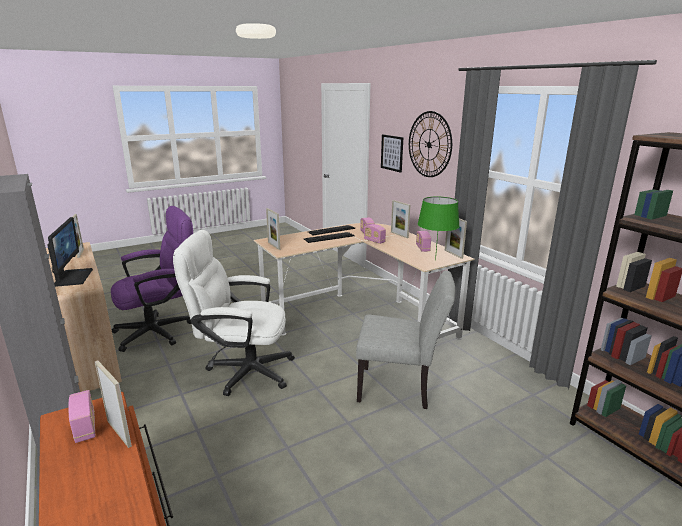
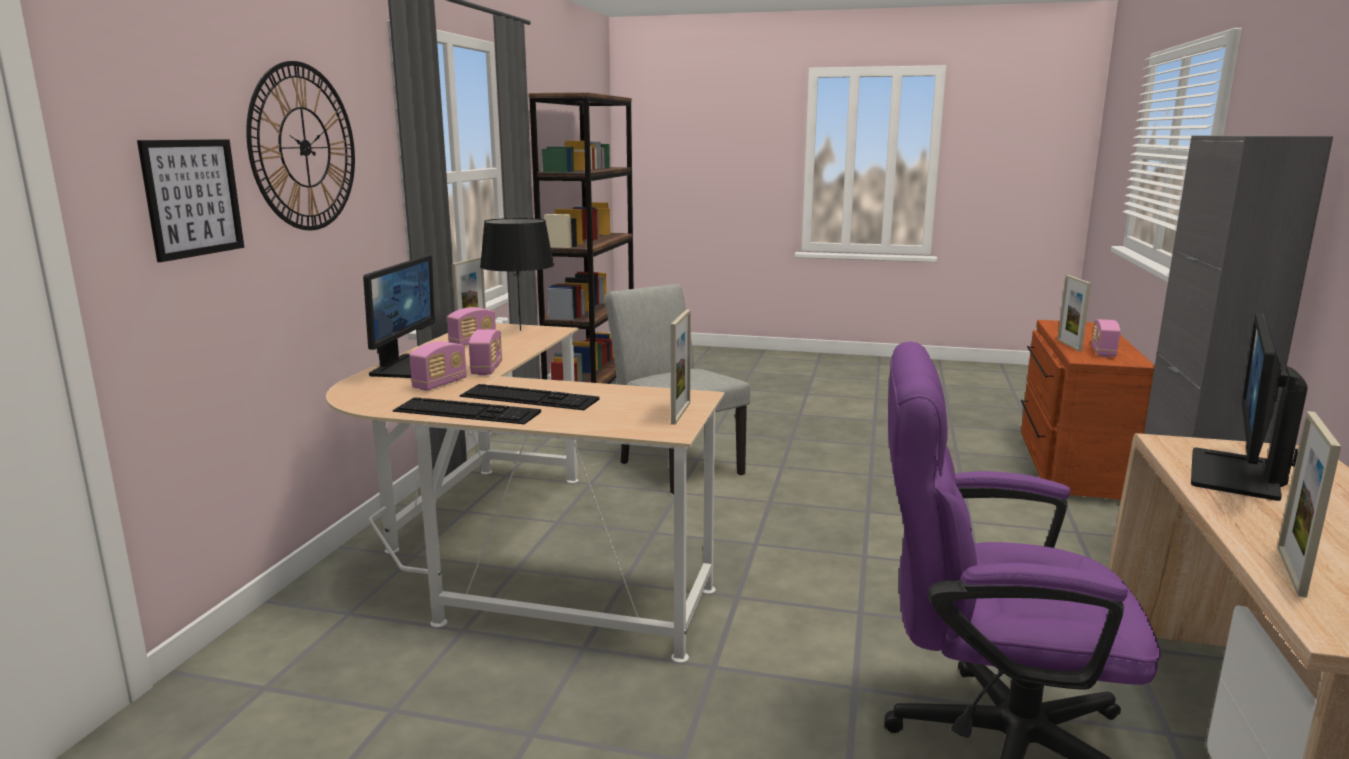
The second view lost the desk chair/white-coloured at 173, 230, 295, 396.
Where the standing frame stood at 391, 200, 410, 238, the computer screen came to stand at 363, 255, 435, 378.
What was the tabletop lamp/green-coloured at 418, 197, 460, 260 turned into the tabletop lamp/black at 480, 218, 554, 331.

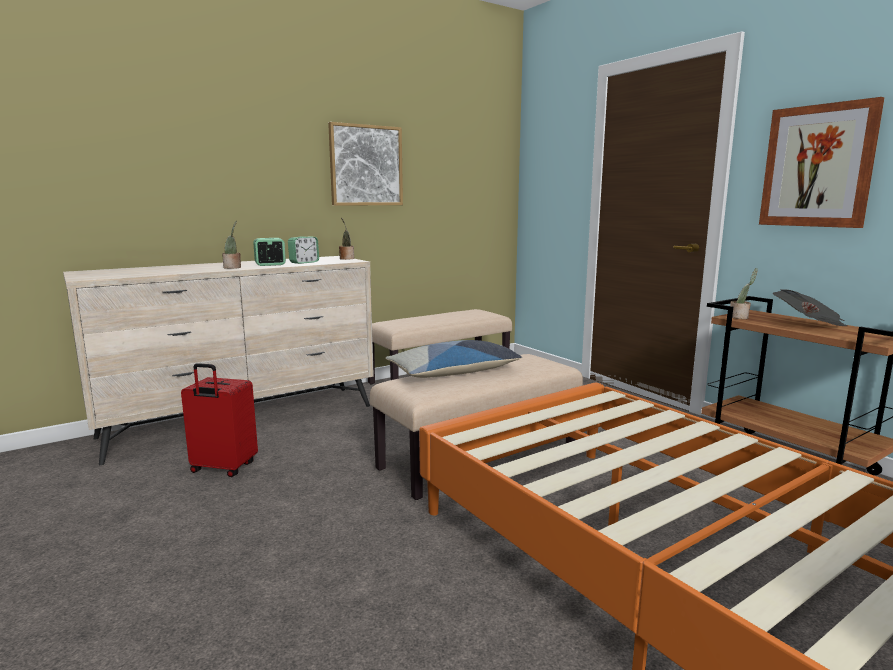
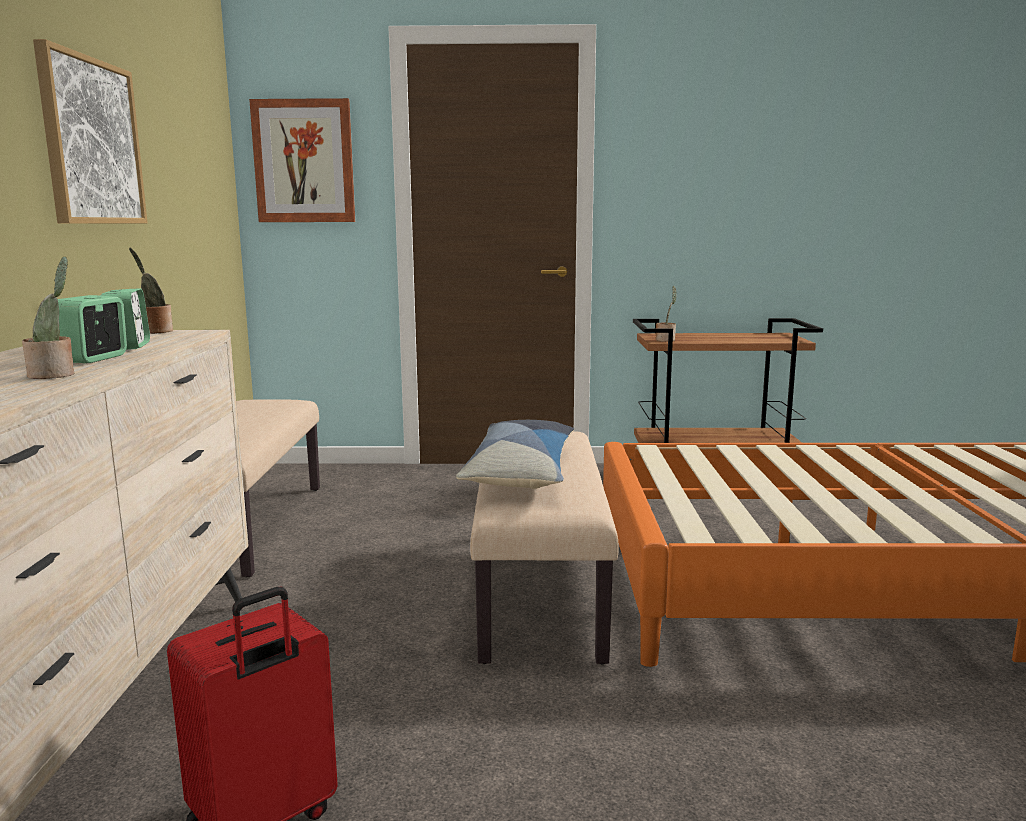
The wall picture ended up elsewhere, having gone from 759, 97, 885, 228 to 249, 98, 355, 222.
The second view lost the printed paper at 773, 289, 847, 326.

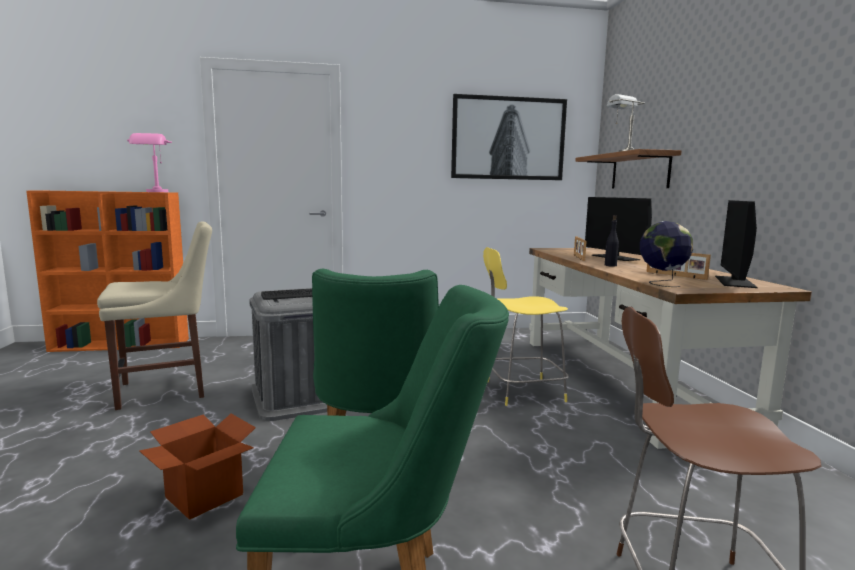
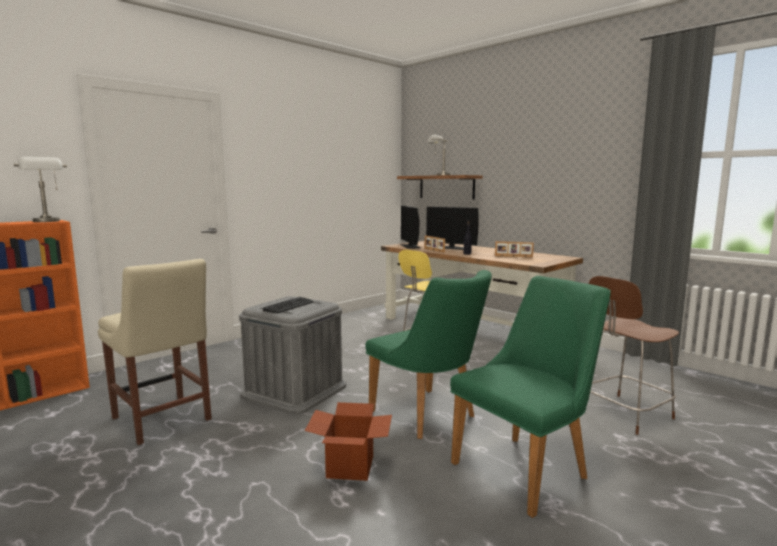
The chair/beige-coloured at 97, 221, 212, 410 ended up facing another way, 105 degrees clockwise from before.
What was the tabletop lamp/pink at 127, 133, 172, 192 turned into the tabletop lamp/greyish at 14, 157, 67, 222.
The second view lost the wall picture at 451, 94, 567, 180.
The second view lost the globe at 640, 221, 693, 287.
The computer screen ended up elsewhere, having gone from 715, 200, 757, 288 to 400, 206, 421, 249.

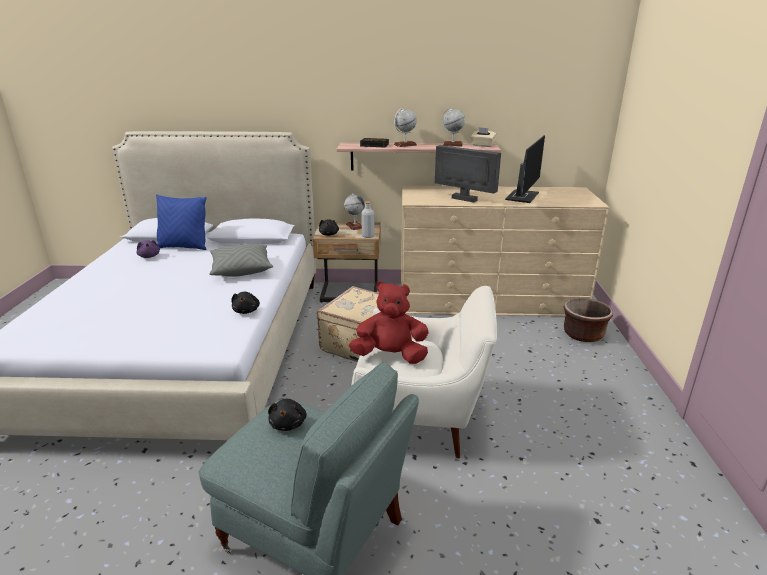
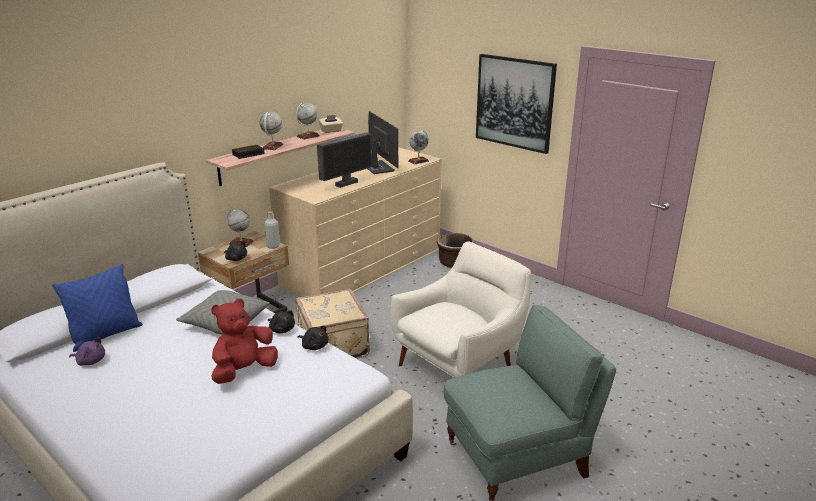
The cuddly toy/black ended up elsewhere, having gone from 268, 399, 307, 431 to 268, 310, 295, 333.
The cuddly toy/reddish ended up elsewhere, having gone from 349, 281, 429, 364 to 211, 298, 278, 384.
The computer screen at 435, 145, 501, 203 ended up facing another way, 150 degrees clockwise from before.
The second view gained the globe at 408, 130, 429, 164.
The second view gained the wall picture at 476, 54, 557, 154.

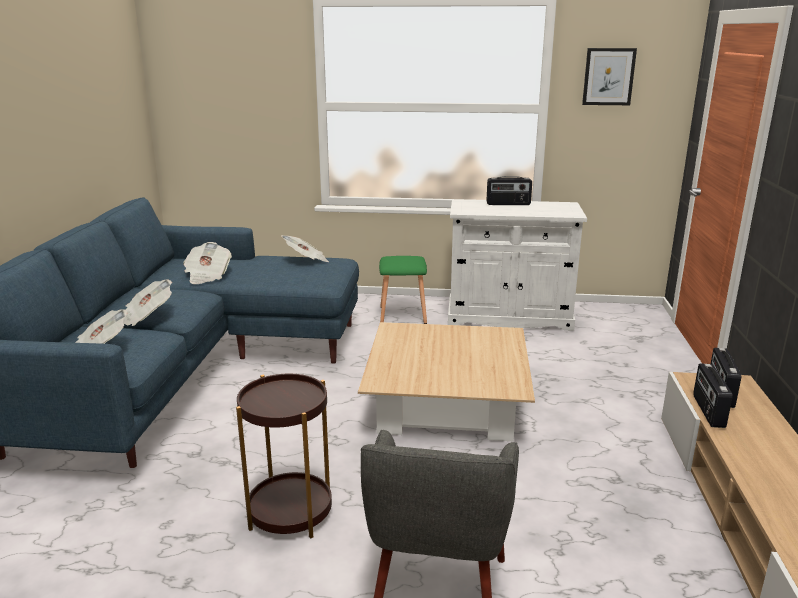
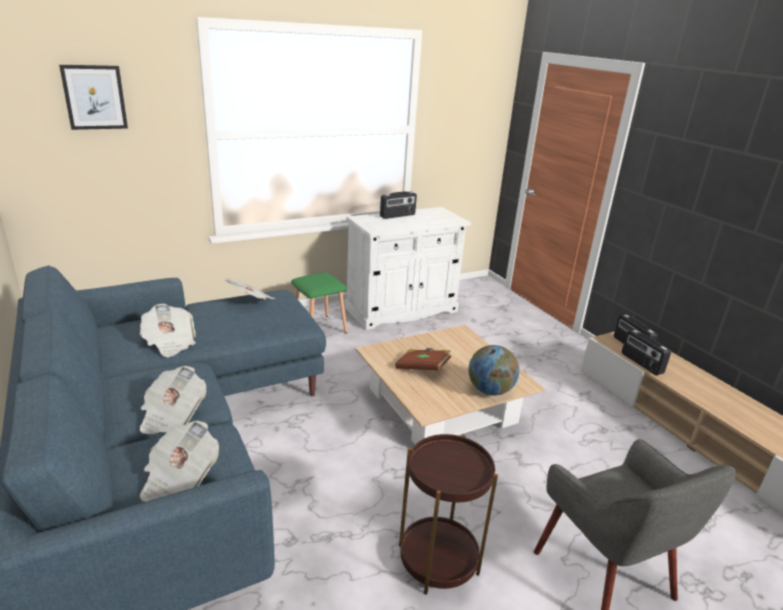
The wall picture ended up elsewhere, having gone from 582, 48, 637, 105 to 59, 65, 128, 130.
The second view gained the bound book/brown at 395, 348, 451, 370.
The second view gained the globe at 468, 345, 519, 396.

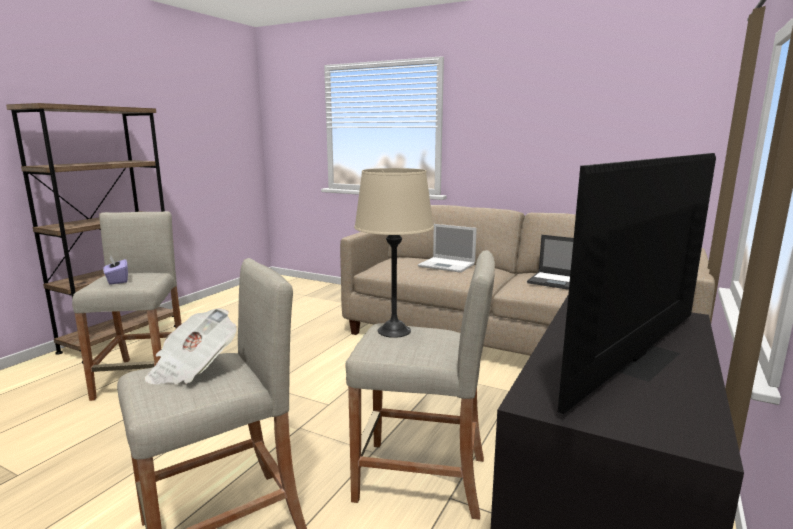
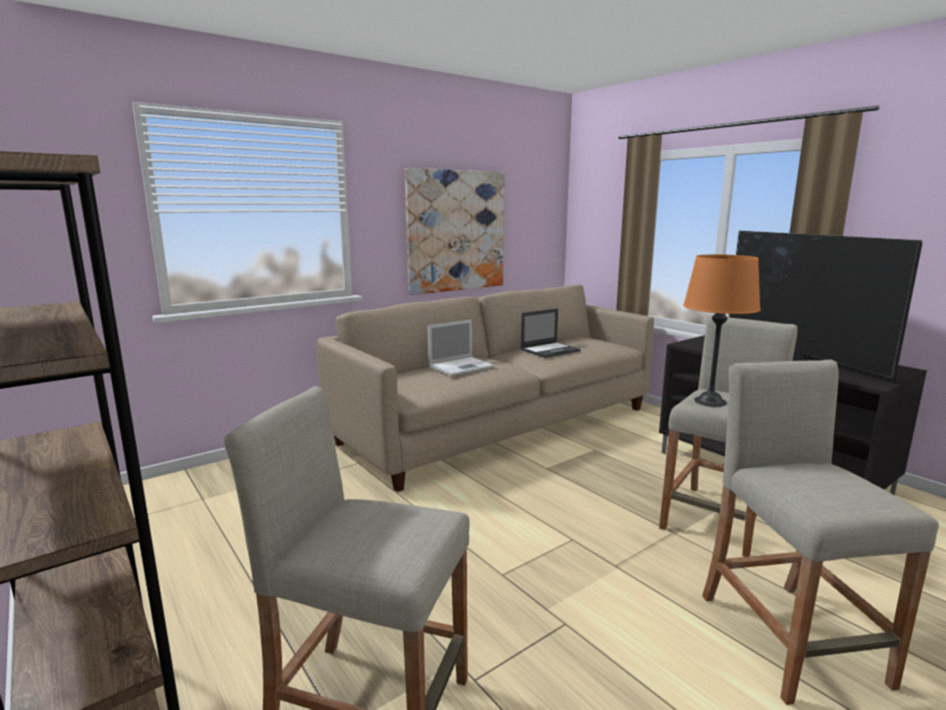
The second view lost the tissue box/purple at 103, 256, 128, 285.
The second view lost the printed paper at 145, 308, 237, 384.
What was the tabletop lamp/beige-coloured at 354, 168, 434, 338 turned into the tabletop lamp/orange at 683, 254, 761, 407.
The second view gained the wall picture at 405, 168, 505, 295.

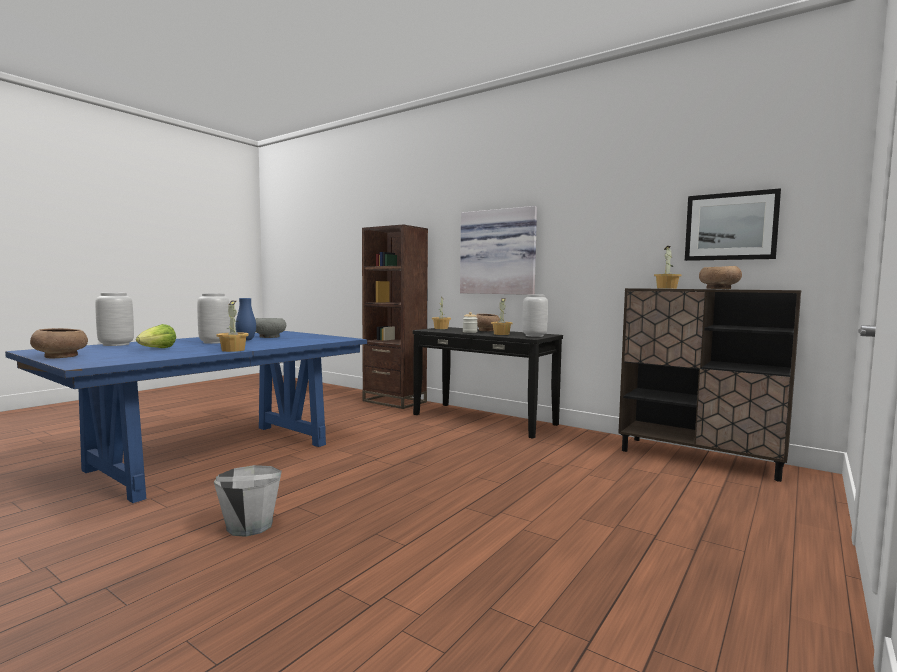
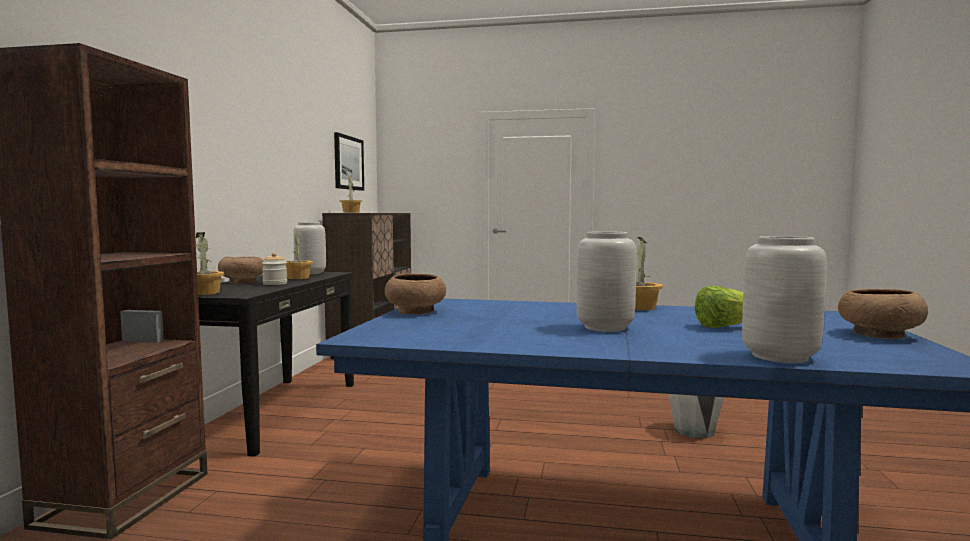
The second view lost the flower vase/blue-coloured at 235, 298, 256, 341.
The second view lost the bowl/greyish at 255, 318, 286, 338.
The second view lost the wall picture at 460, 206, 537, 295.
The bowl/brown ended up elsewhere, having gone from 699, 266, 742, 289 to 385, 274, 446, 315.

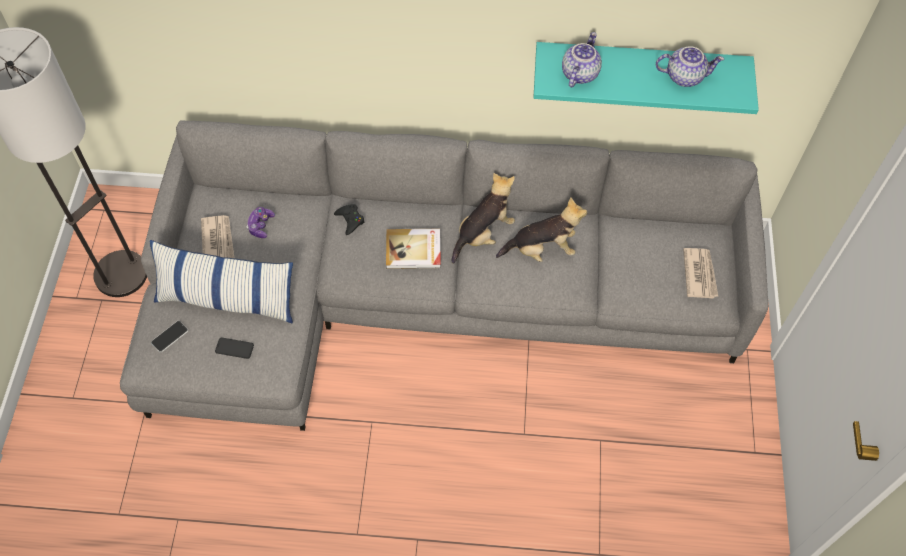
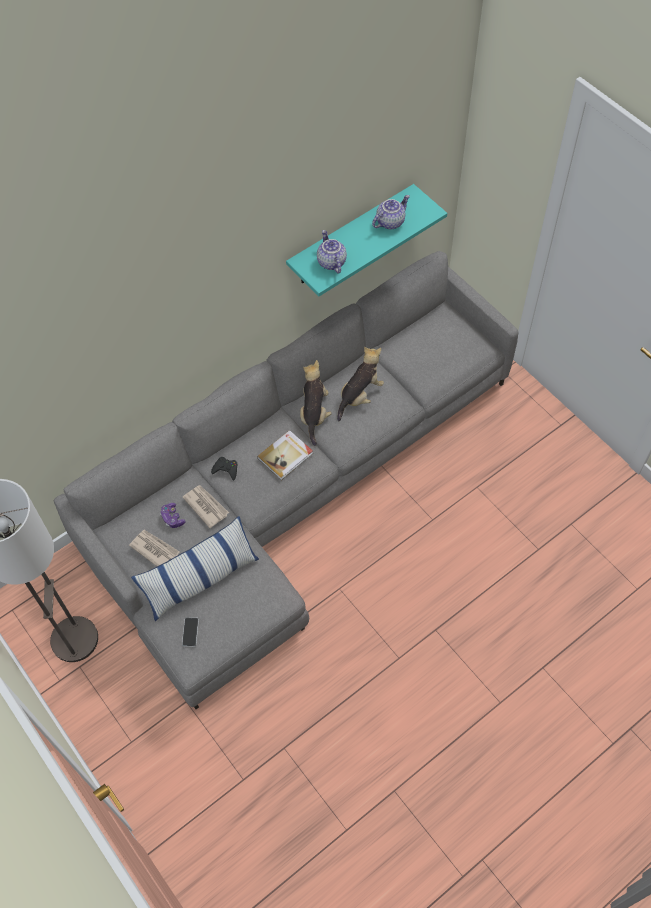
The second view lost the handset at 215, 337, 254, 359.
The printed paper ended up elsewhere, having gone from 683, 248, 718, 299 to 182, 485, 229, 528.

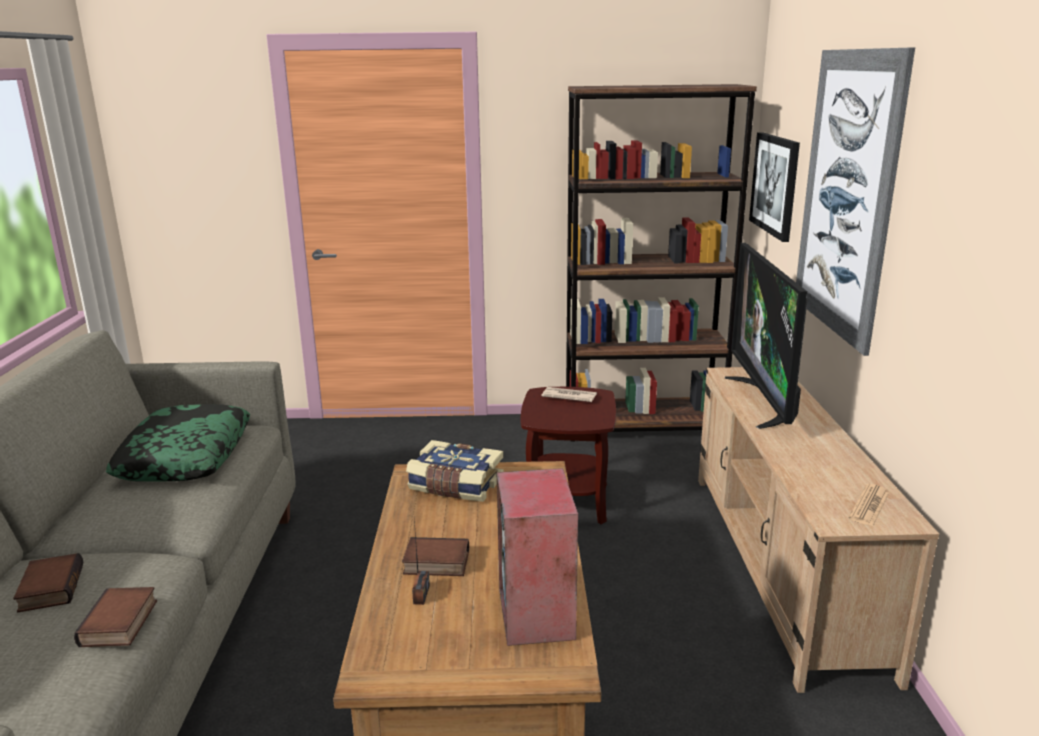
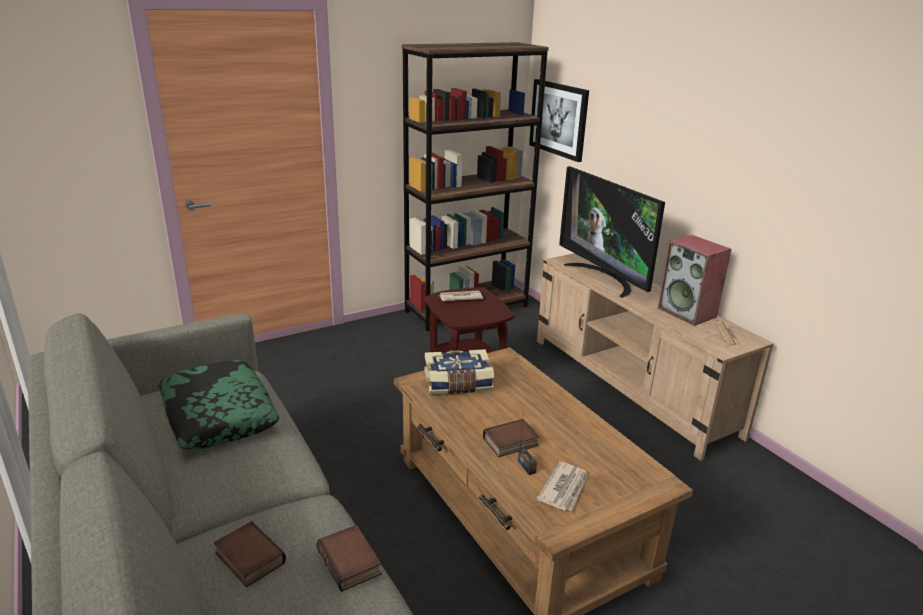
The speaker ended up elsewhere, having gone from 497, 468, 578, 646 to 658, 235, 731, 326.
The second view lost the wall picture at 796, 47, 915, 356.
The second view gained the printed paper at 537, 462, 588, 511.

